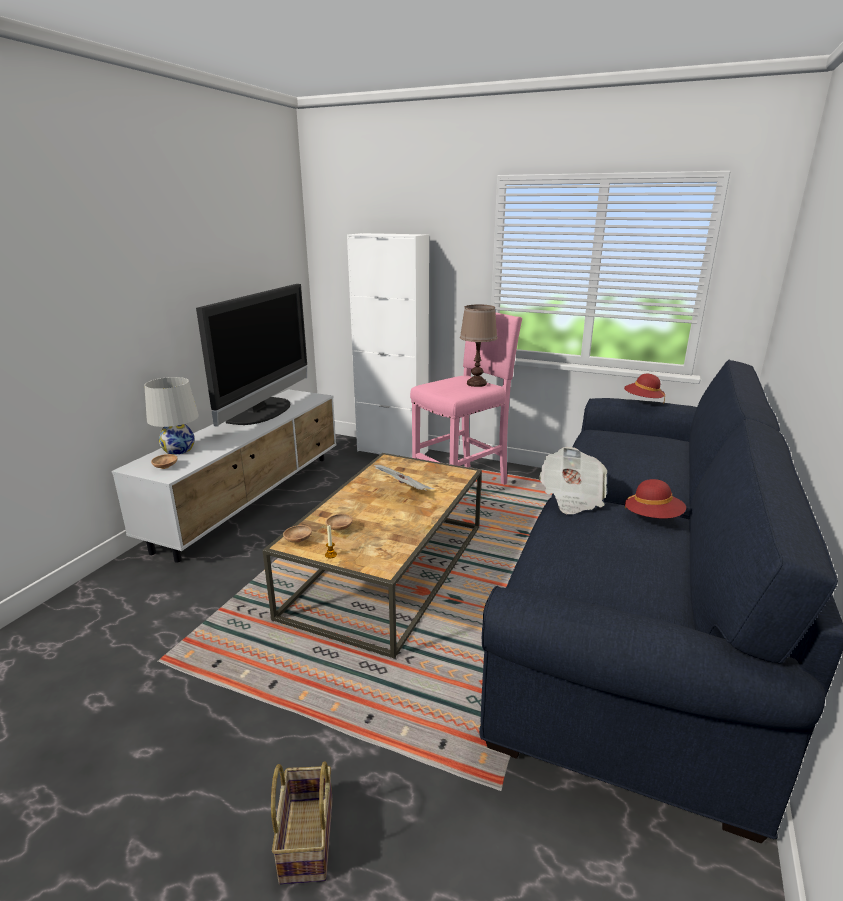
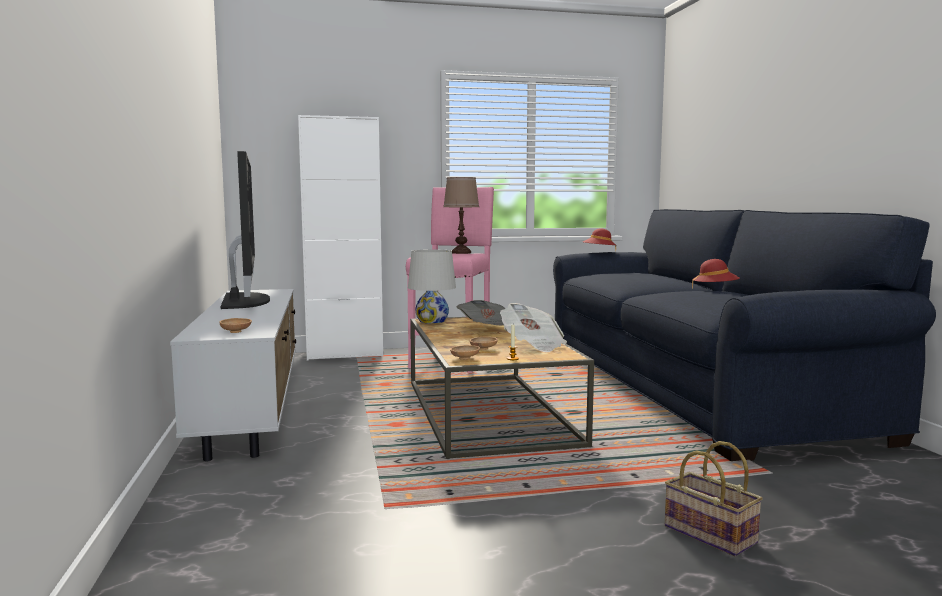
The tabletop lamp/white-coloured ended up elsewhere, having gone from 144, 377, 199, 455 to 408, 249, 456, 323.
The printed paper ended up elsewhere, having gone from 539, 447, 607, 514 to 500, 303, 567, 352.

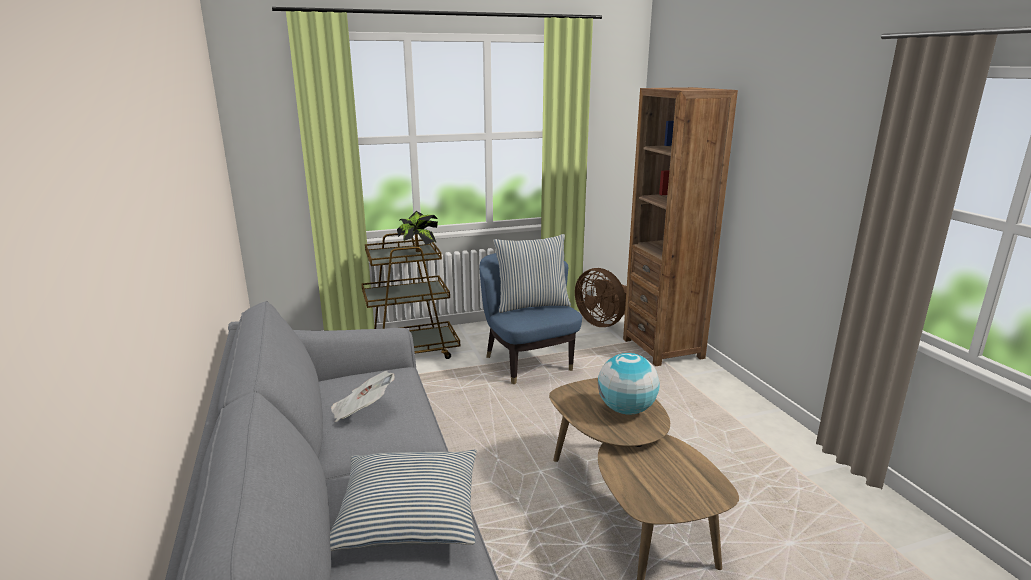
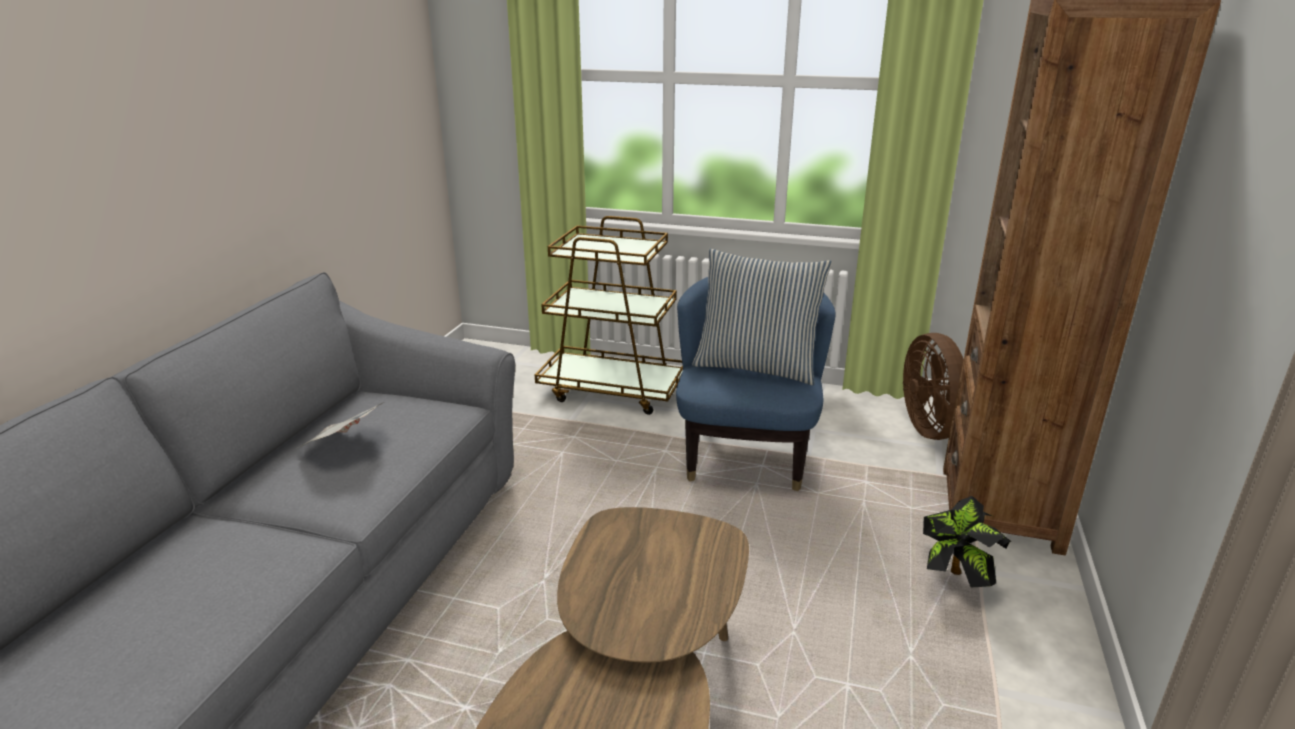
The second view lost the throw pillow at 330, 450, 477, 551.
The houseplant ended up elsewhere, having gone from 397, 211, 438, 252 to 923, 496, 1010, 587.
The second view lost the globe at 598, 353, 660, 415.

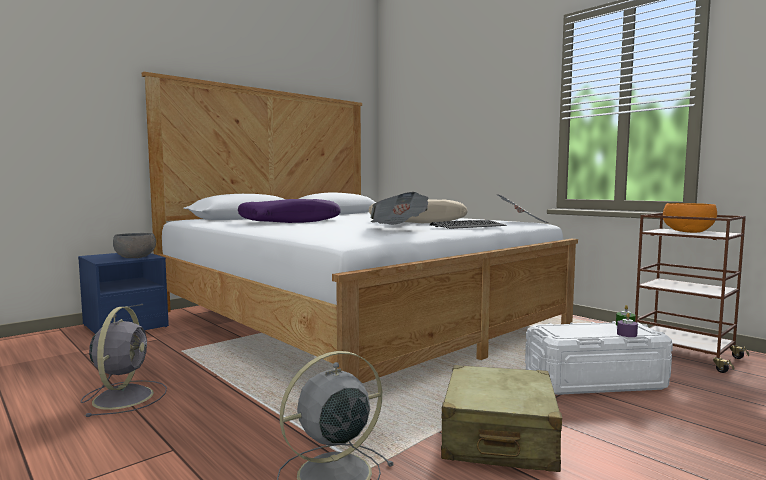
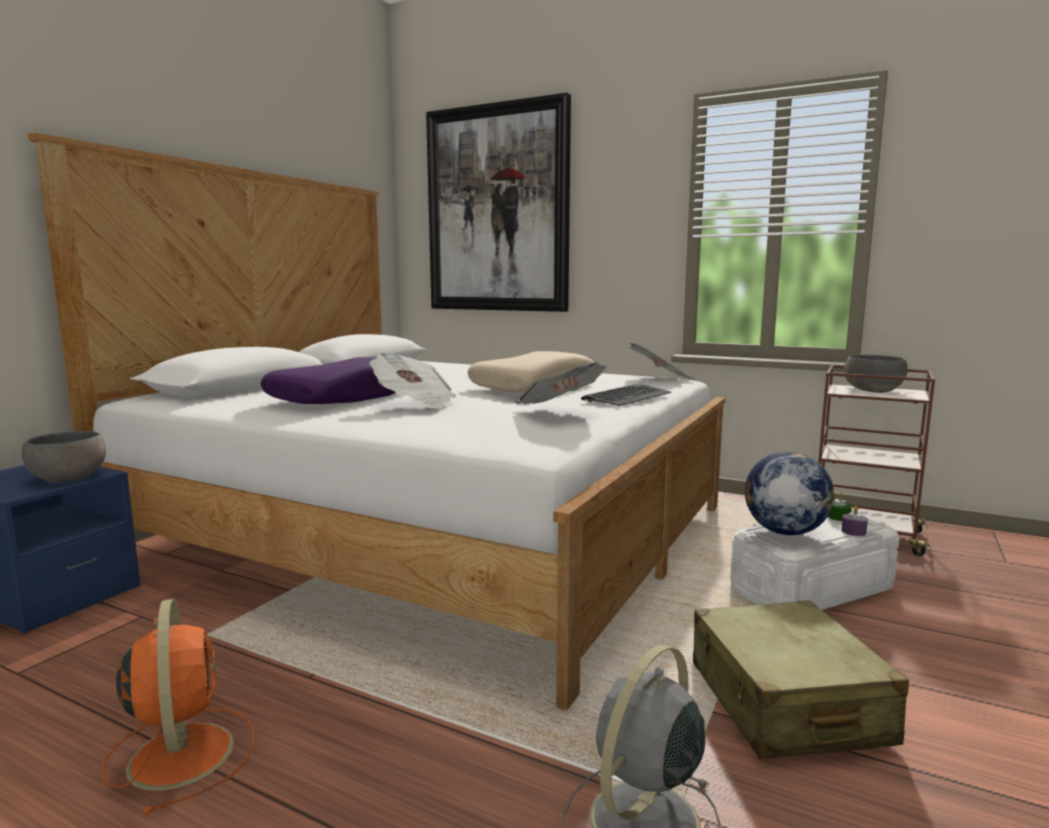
What was the cooling fan/greyish at 81, 307, 167, 417 turned into the cooling fan/orange at 101, 599, 254, 815.
What was the bowl/orange at 663, 203, 717, 233 turned into the bowl/greyish at 844, 355, 908, 393.
The second view gained the printed paper at 370, 352, 456, 409.
The second view gained the wall picture at 426, 93, 571, 312.
The second view gained the globe at 745, 451, 834, 535.

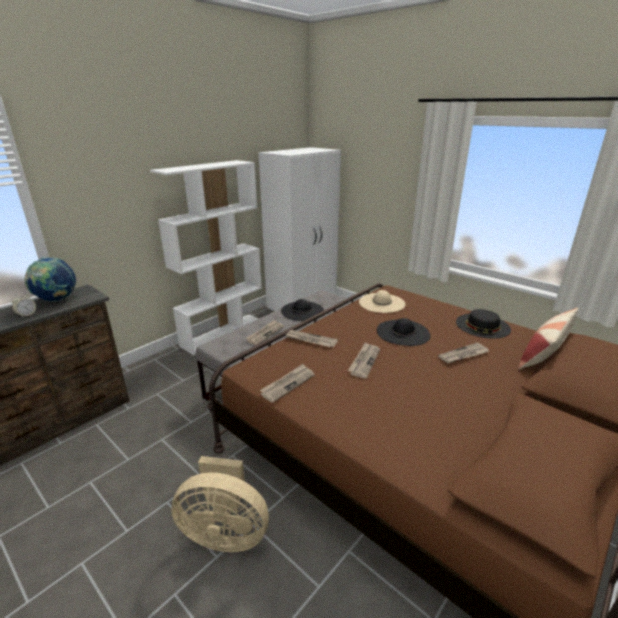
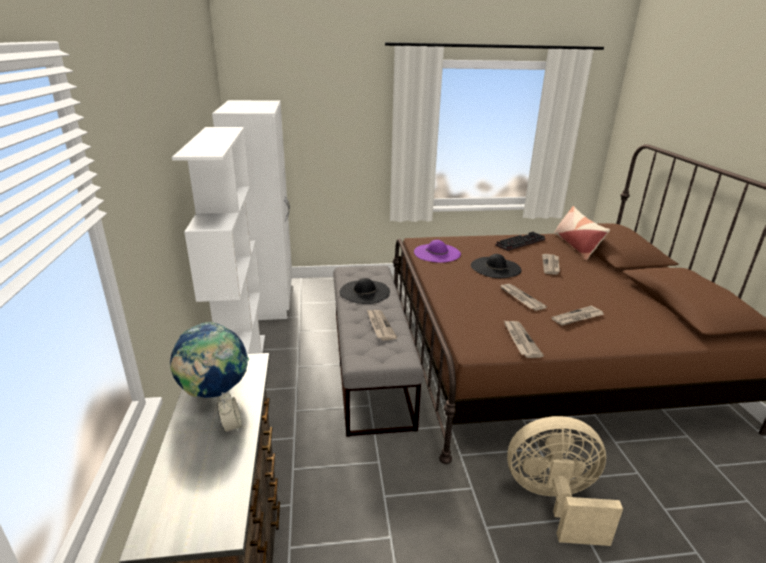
The cooling fan/beige-coloured at 171, 456, 269, 552 ended up facing another way, 135 degrees counterclockwise from before.
The printed paper ended up elsewhere, having gone from 285, 330, 338, 347 to 551, 306, 604, 325.
What was the clothing hat/beige-coloured at 359, 290, 406, 313 turned into the clothing hat/purple at 414, 240, 461, 263.
Where the clothing hat/black stood at 456, 309, 511, 339, the PC keyboard came to stand at 495, 232, 545, 251.

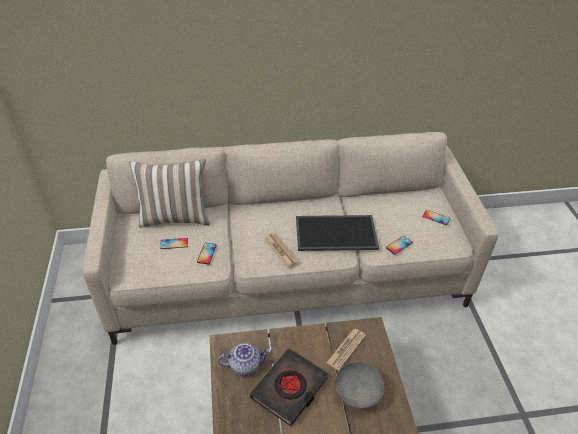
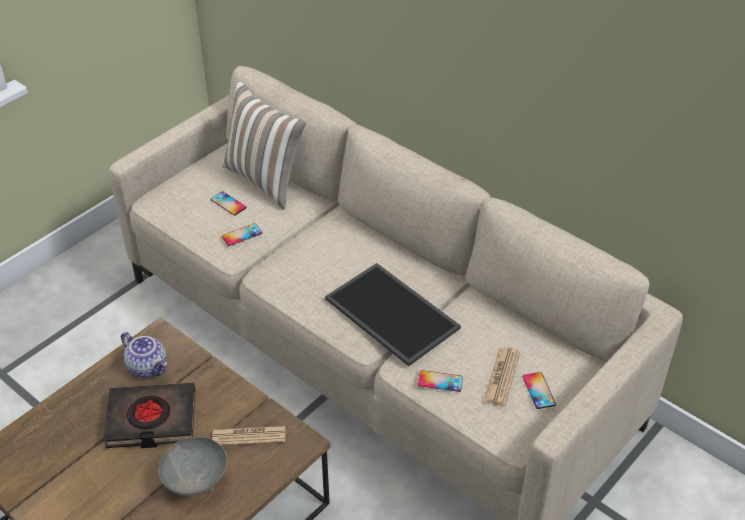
The printed paper ended up elsewhere, having gone from 264, 233, 299, 267 to 484, 347, 520, 406.

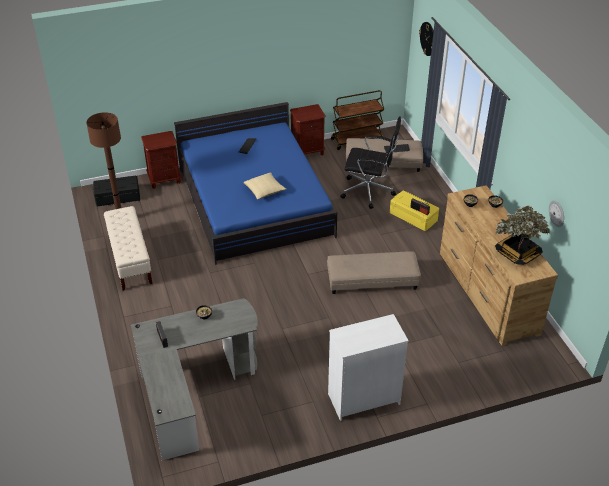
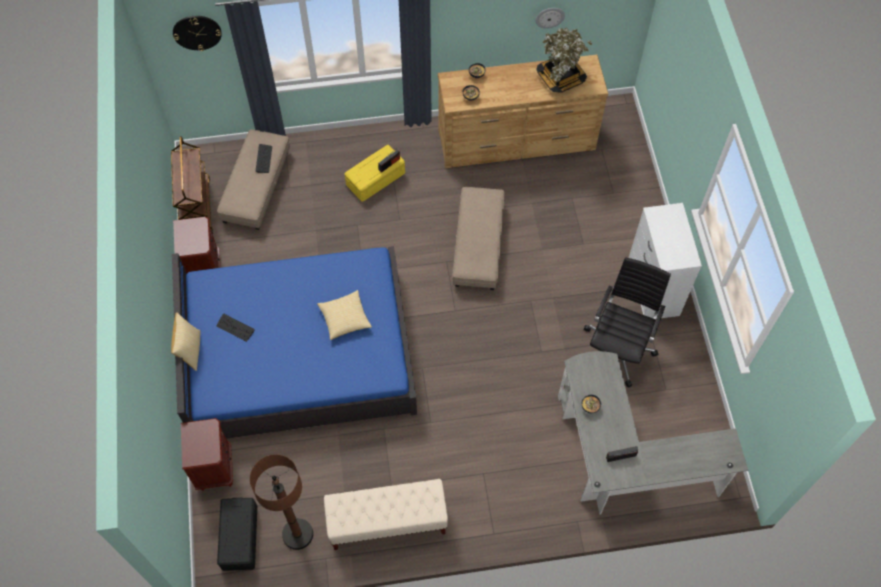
The desk chair/black ended up elsewhere, having gone from 341, 116, 401, 209 to 584, 257, 671, 388.
The second view gained the throw pillow at 171, 313, 201, 371.

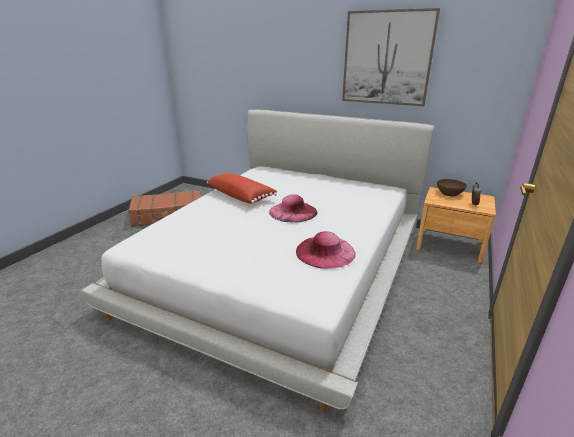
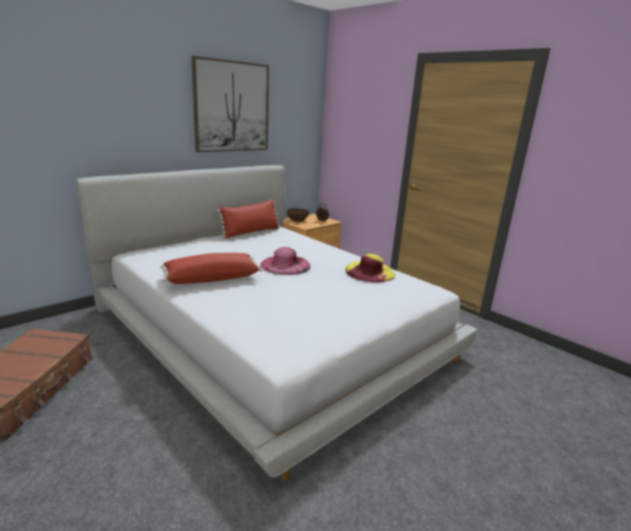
What was the clothing hat/pink at 296, 231, 356, 269 turned into the clothing hat/yellow at 345, 254, 396, 282.
The second view gained the throw pillow/reddish at 217, 199, 280, 238.

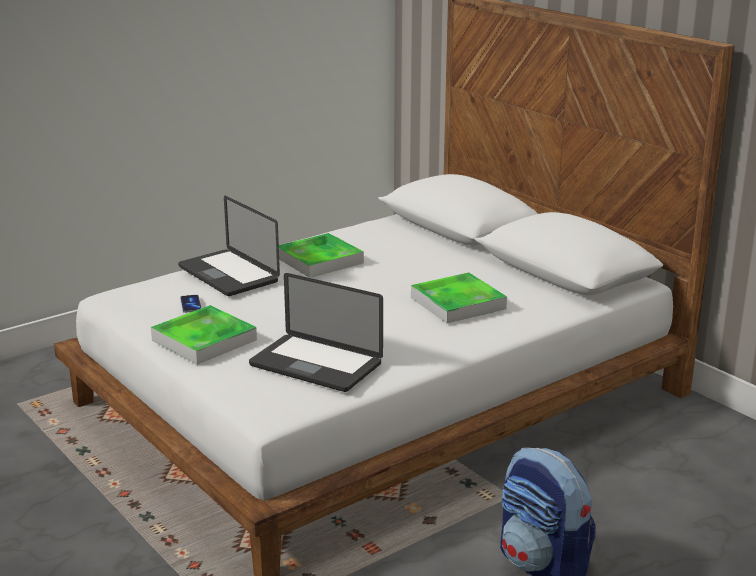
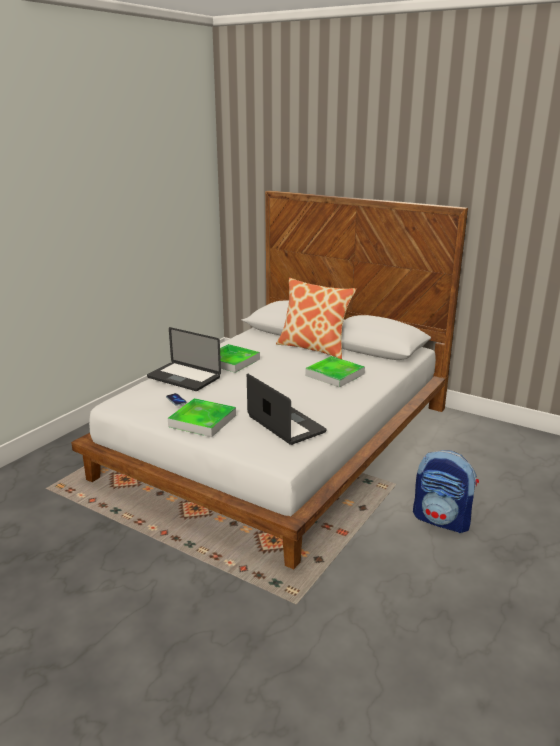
The portable computer at 249, 273, 383, 392 ended up facing another way, 135 degrees counterclockwise from before.
The second view gained the throw pillow at 276, 278, 356, 359.

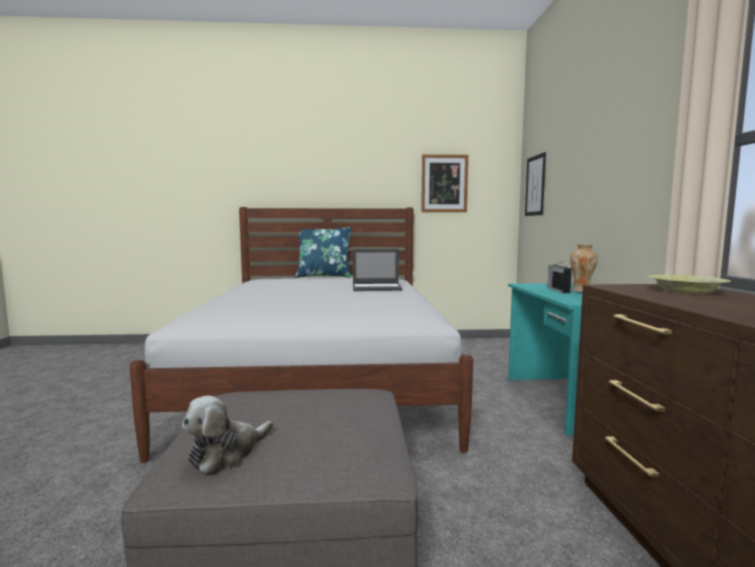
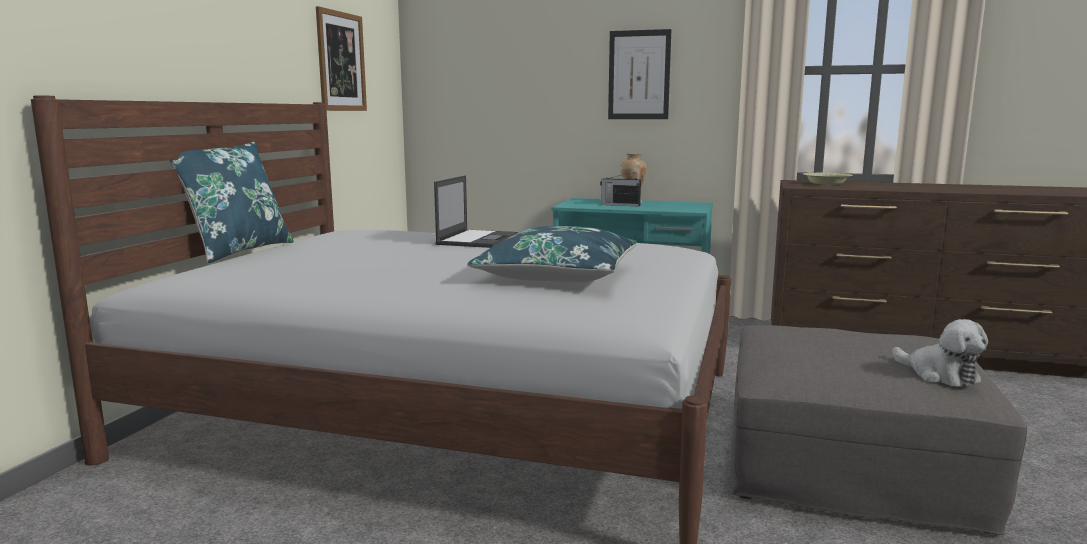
The wall picture ended up elsewhere, having gone from 525, 152, 546, 216 to 608, 29, 671, 119.
The second view gained the throw pillow/blue-coloured at 467, 226, 637, 282.

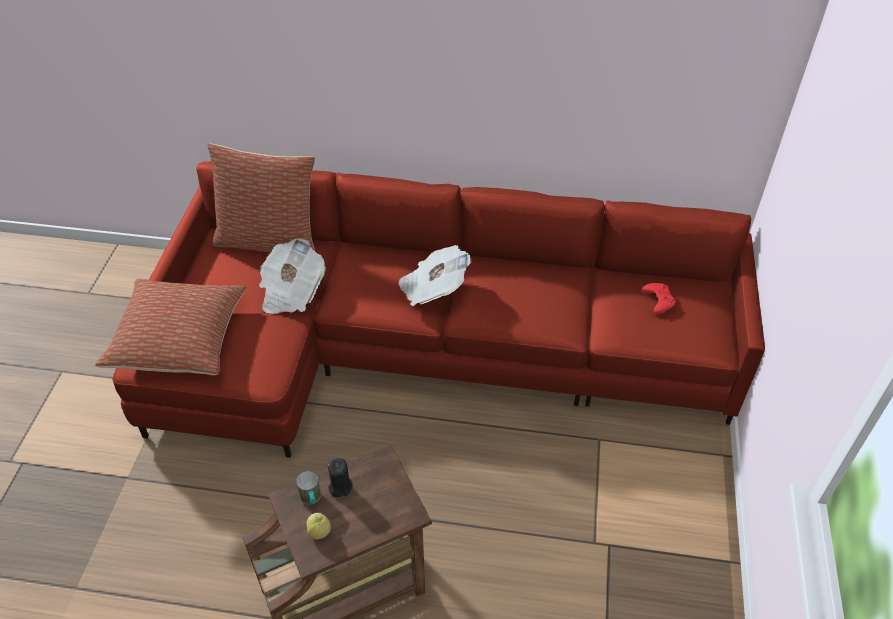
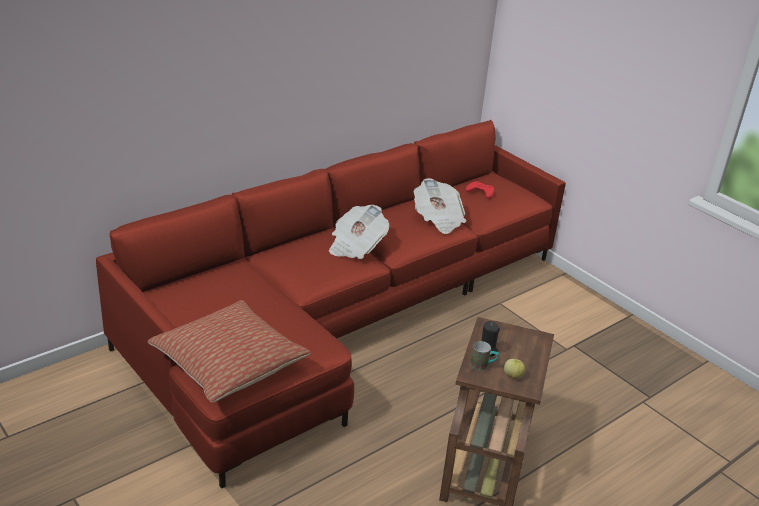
The second view lost the throw pillow at 208, 143, 315, 253.
The printed paper ended up elsewhere, having gone from 259, 238, 326, 314 to 414, 178, 466, 234.

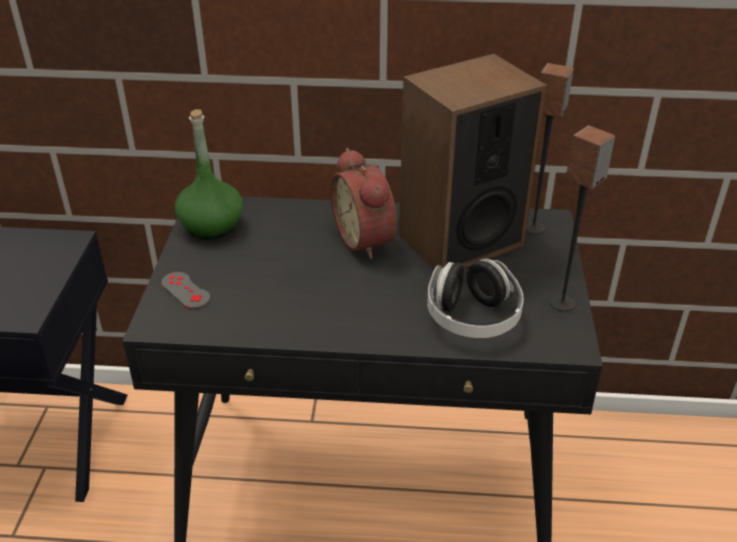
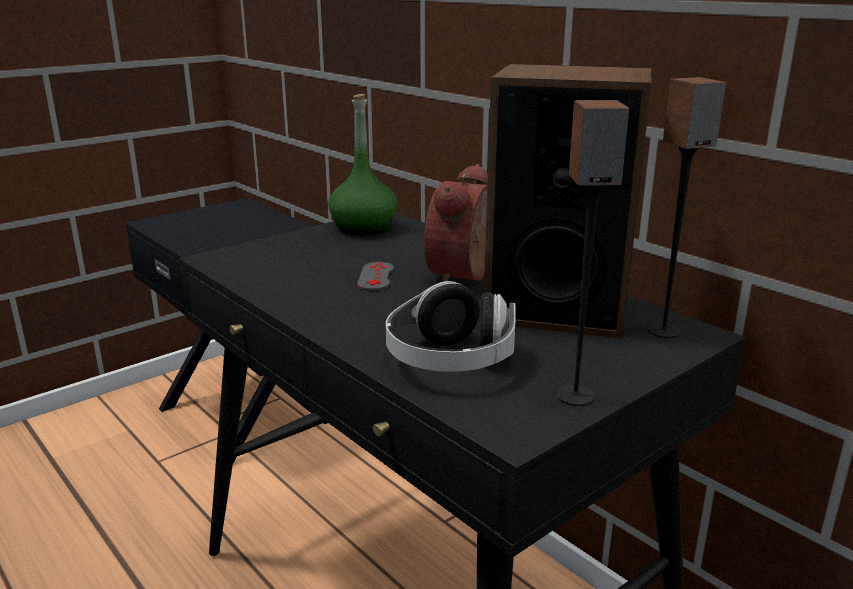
The game controller/greyish ended up elsewhere, having gone from 161, 272, 210, 309 to 357, 262, 394, 291.

